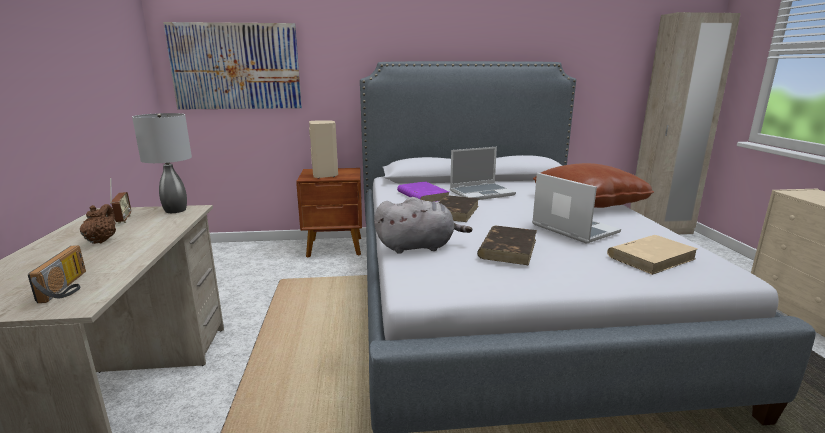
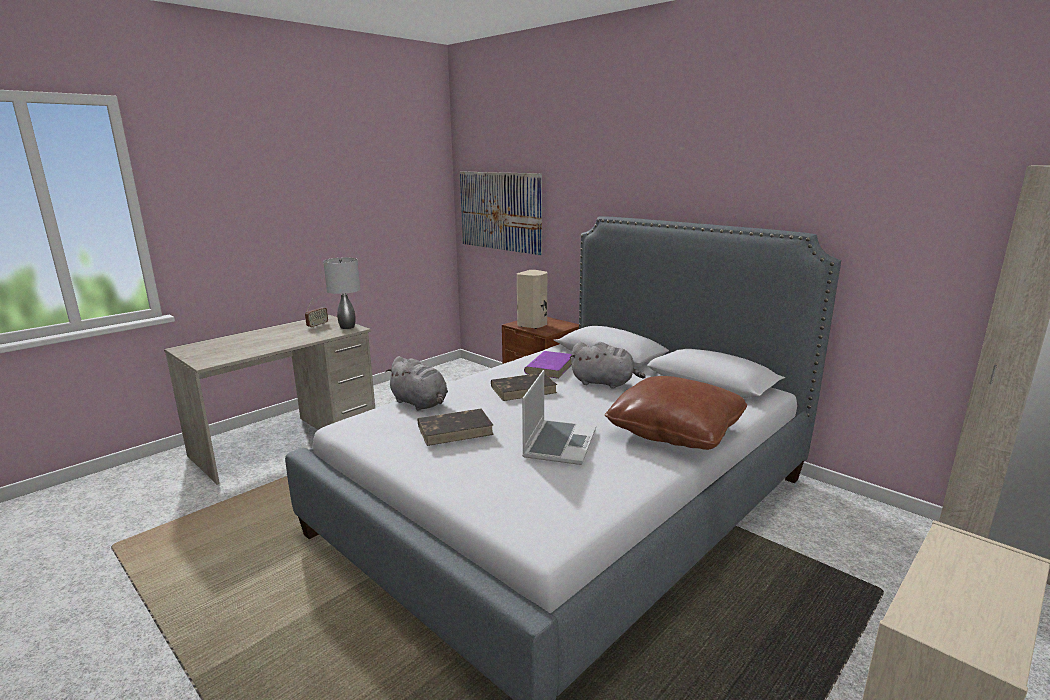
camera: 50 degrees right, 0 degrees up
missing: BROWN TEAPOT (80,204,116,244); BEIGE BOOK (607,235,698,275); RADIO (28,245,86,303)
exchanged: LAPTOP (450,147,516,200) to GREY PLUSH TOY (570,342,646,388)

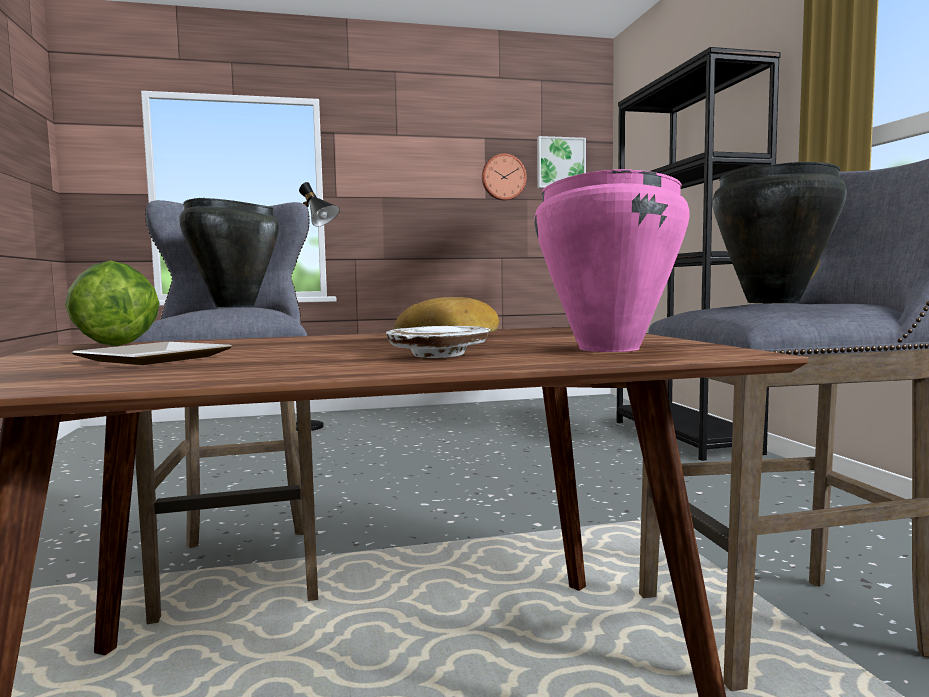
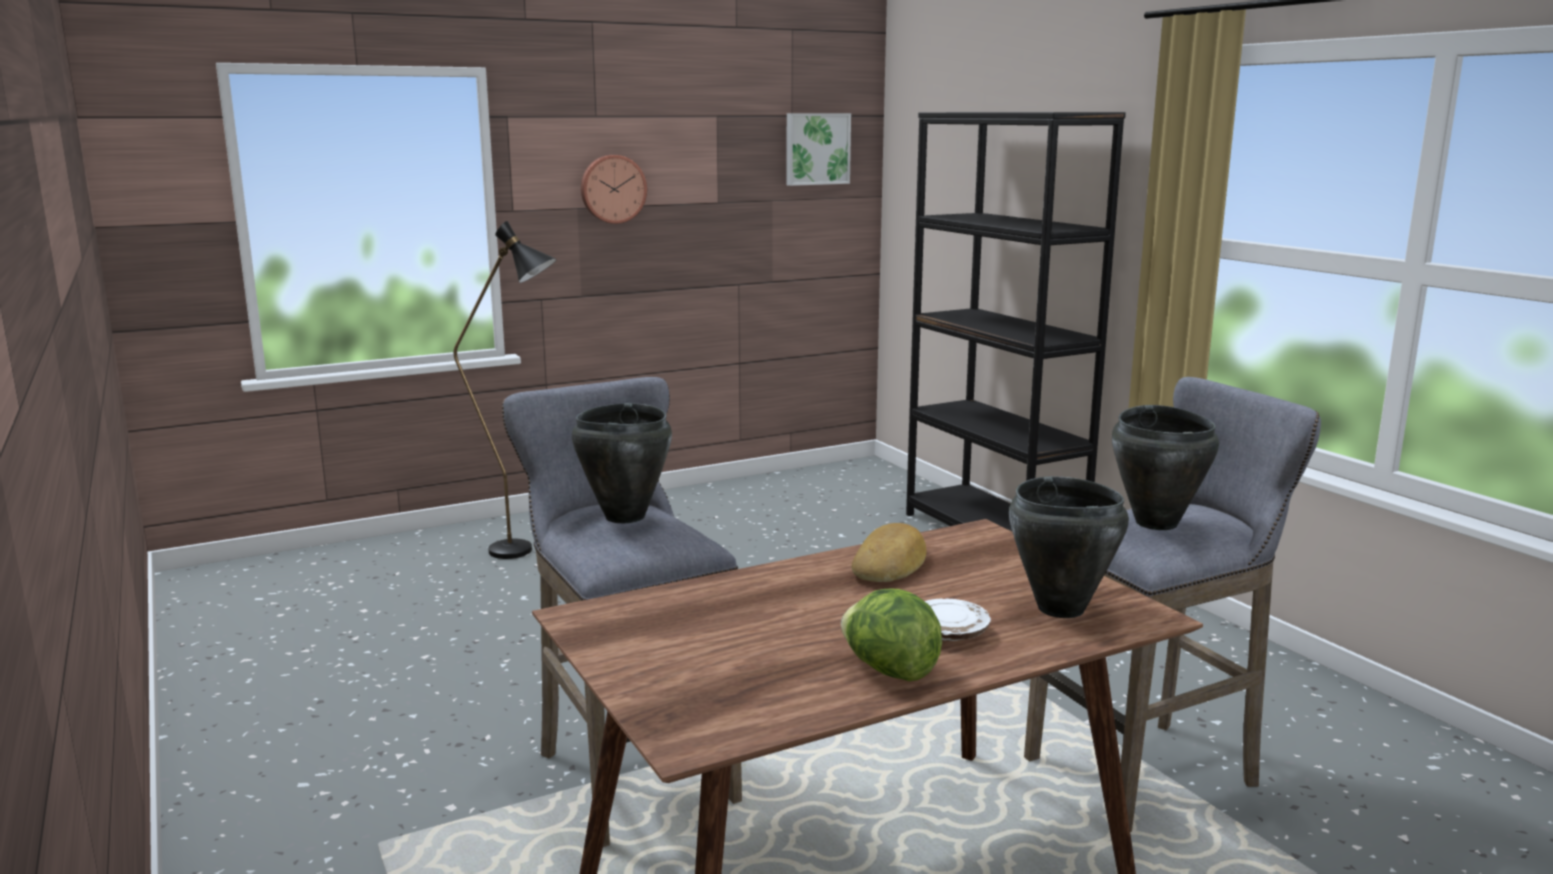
camera: 15 degrees left, 10 degrees up
missing: PLATE (71,342,232,365)
relocated: WALL CLOCK (482,153,527,200) to (581,155,647,224); LETTUCE (65,260,160,346) to (841,588,942,681)
colour: PINK COOKING POT (535,169,689,352) to BLACK COOKING POT (1009,476,1129,618)

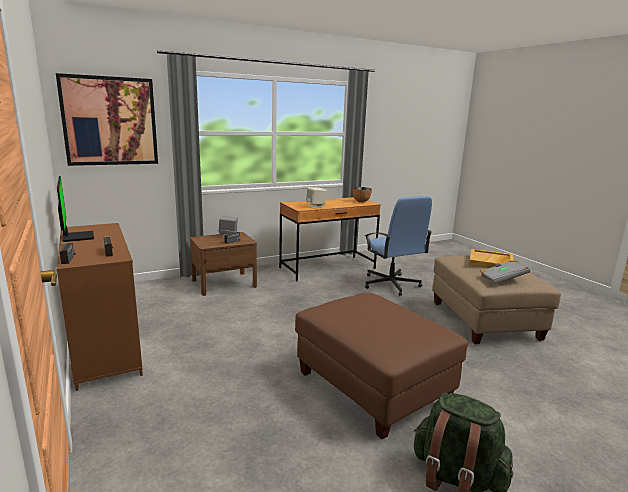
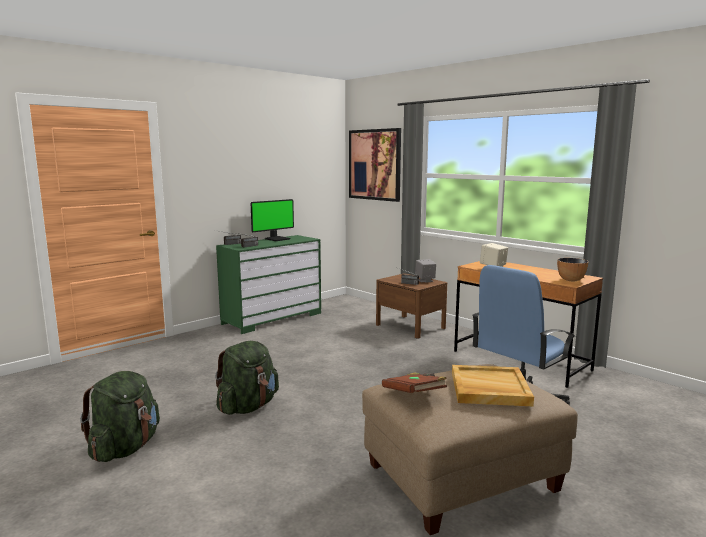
camera: 75 degrees right, 5 degrees down
exchanged: BROWN OTTOMAN (295,293,468,439) to GREEN BACKPACK (215,341,279,415)
colour: BROWN DRESSER (57,223,143,391) to GREEN DRESSER (216,235,321,334); GREY BOOK (480,259,530,284) to BROWN BOOK (382,373,447,393)

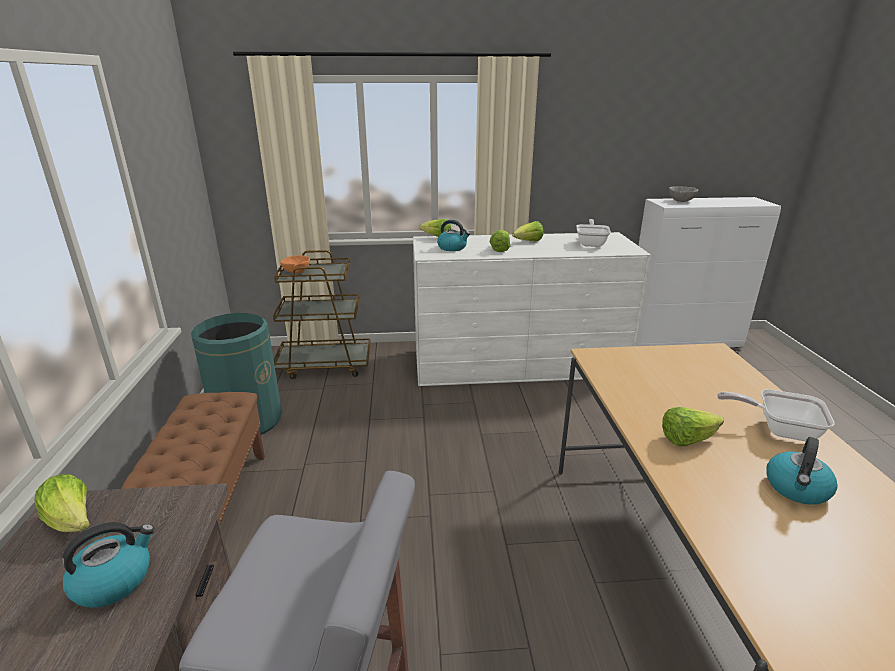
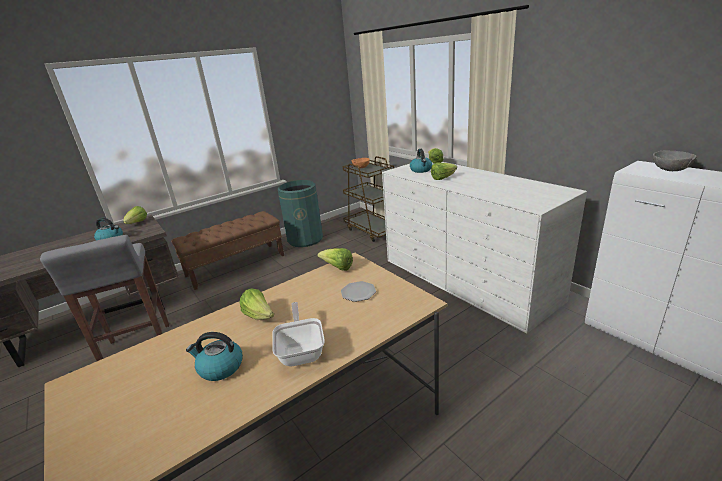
camera: 60 degrees right, 0 degrees up
missing: FRYING PAN (576,219,611,247)
appeared: PLATE (341,281,376,302)
relocated: LETTUCE (512,221,543,241) to (317,248,353,271)

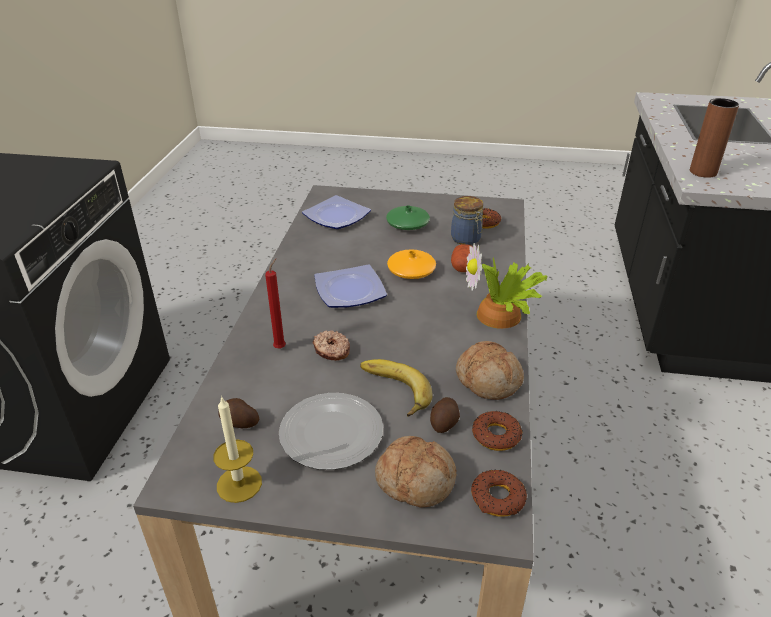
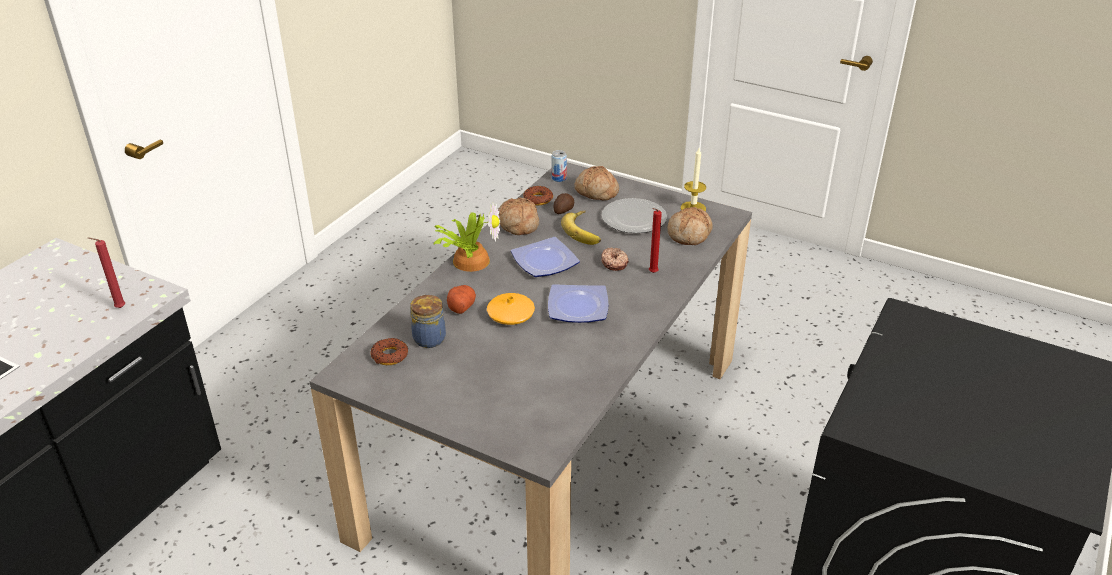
camera: 160 degrees left, 0 degrees up
missing: GREEN VASE (386,205,430,230)
relocated: PLATE (302,195,371,229) to (511,237,580,277)
exchanged: BROWN VASE (690,98,739,178) to RED CANDLE (88,238,125,308); POTATO (218,398,260,428) to BREAD (667,207,713,245); DONUT (471,470,527,517) to CAN (552,150,567,182)

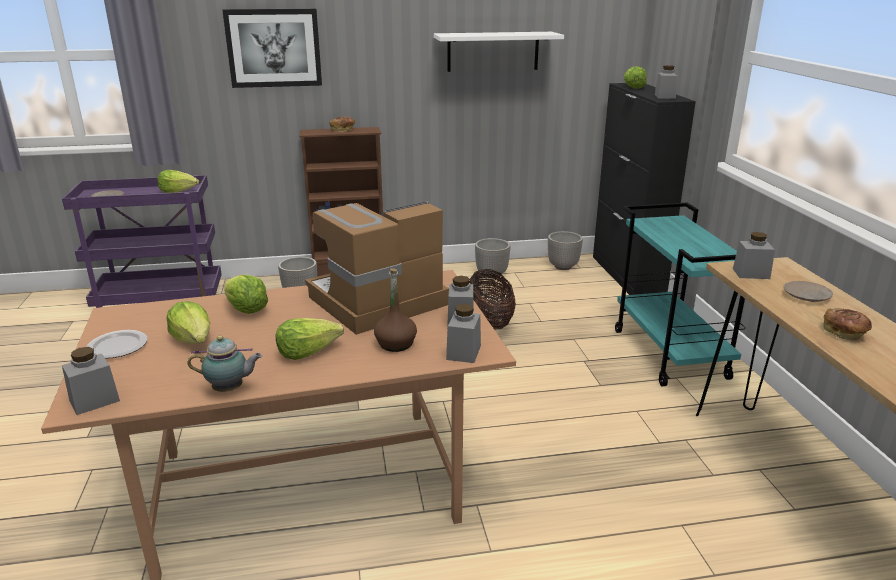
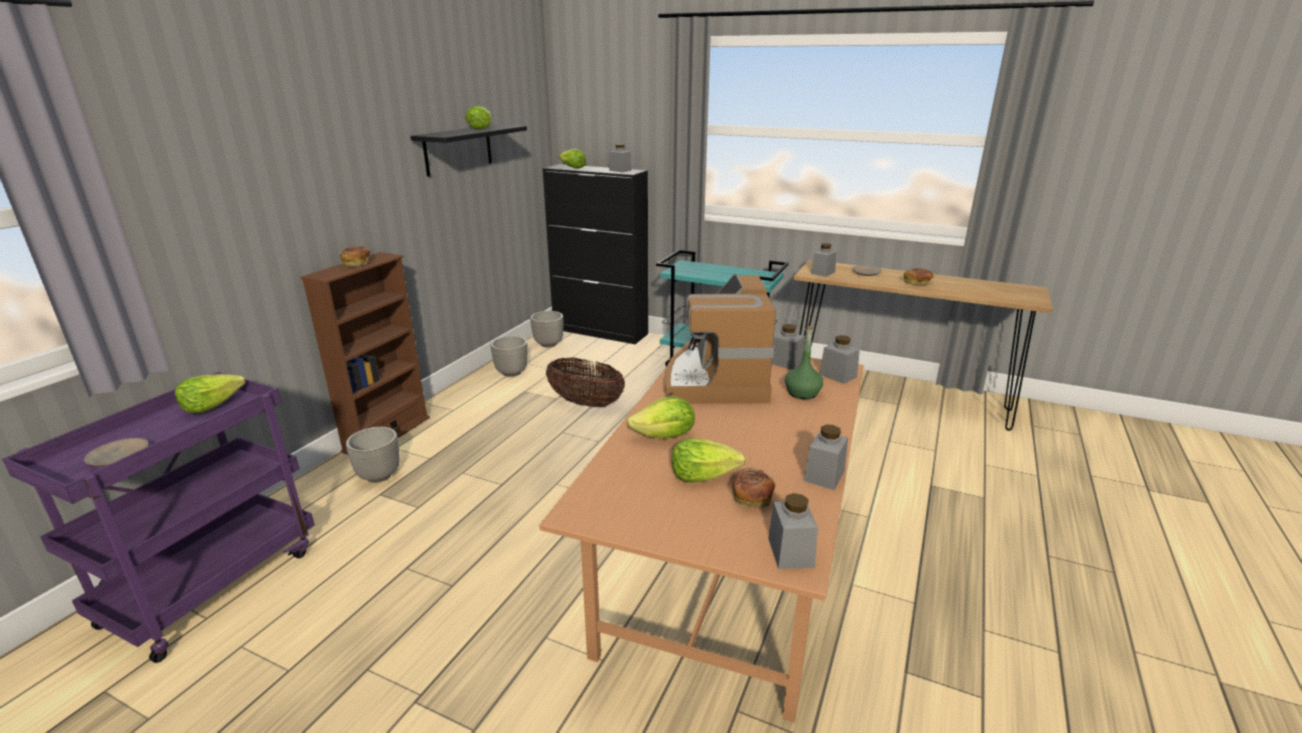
camera: 55 degrees left, 0 degrees up
missing: PICTURE (222,9,322,88); PLATE (86,330,148,359)
appeared: BREAD (732,467,775,509)
relocated: LETTUCE (276,318,344,360) to (465,106,492,130)
exchanged: TEAPOT (187,335,262,392) to GREY JAR (804,424,848,490)
colour: WHITE SHELF (434,32,564,72) to BLACK SHELF (410,125,527,177); BROWN BOTTLE (374,268,417,352) to GREEN BOTTLE (785,326,823,400)

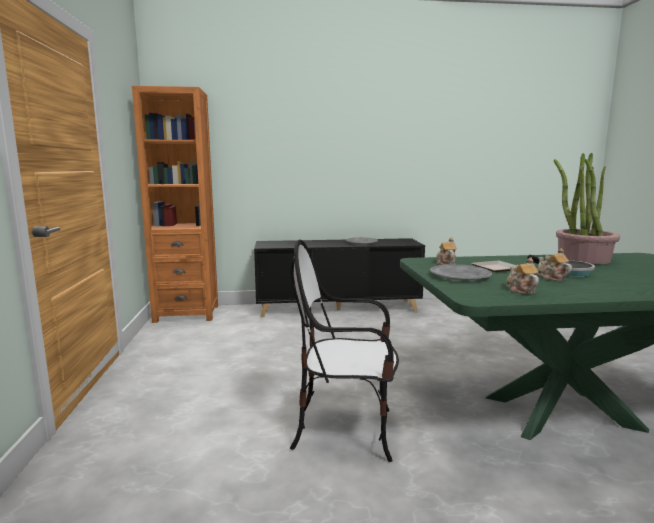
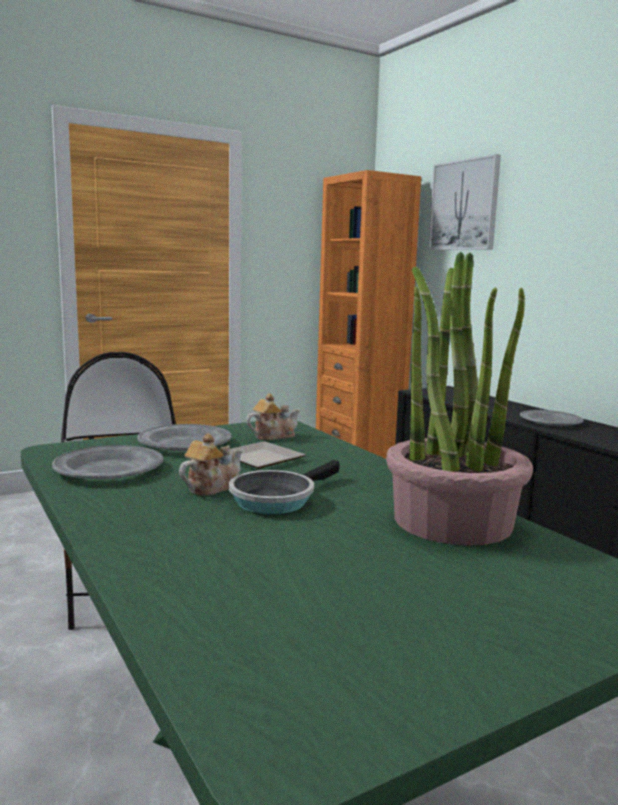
camera: 65 degrees right, 0 degrees up
appeared: PICTURE (428,154,501,250)
exchanged: TEAPOT (507,257,539,294) to GREY PLATE (52,445,163,479)

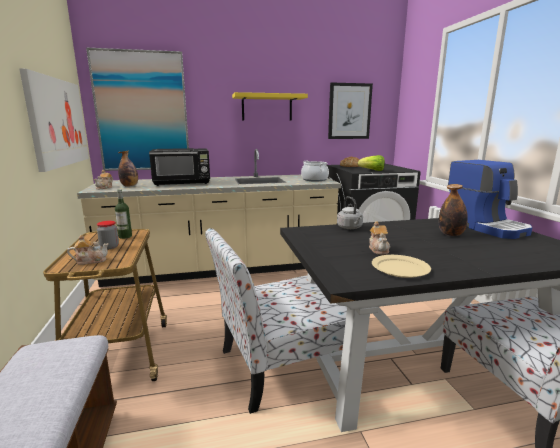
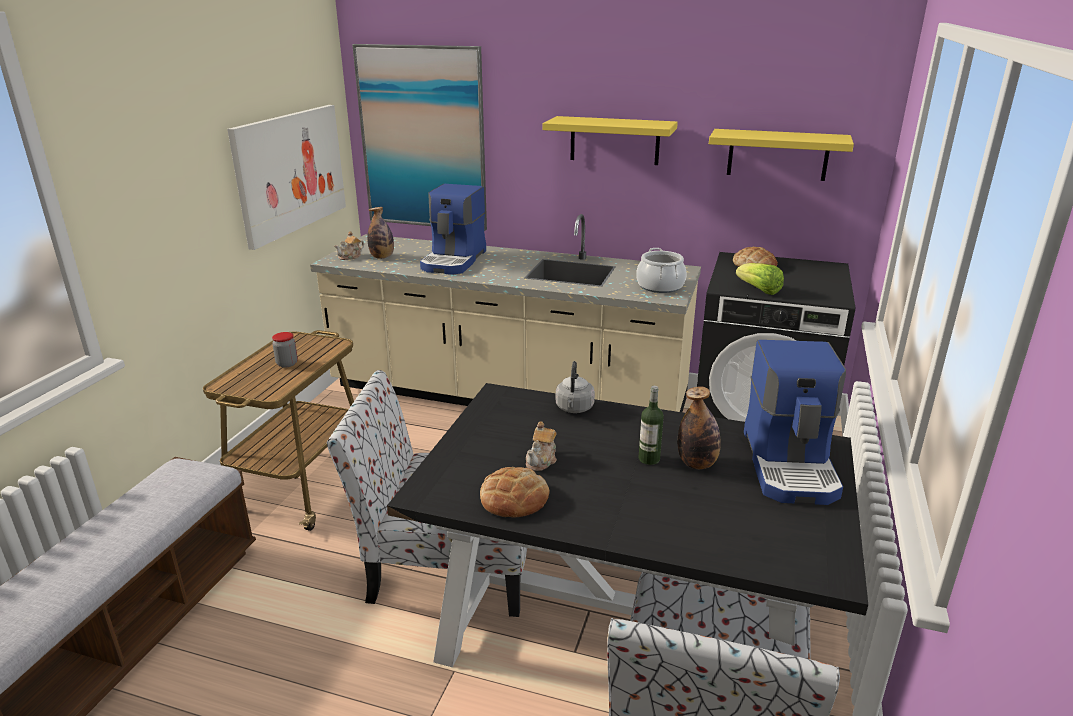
camera: 30 degrees right, 10 degrees up
missing: TEAPOT (67,235,109,265)
relocated: BOTTLE (115,189,132,239) to (639,386,664,465)
exchanged: PICTURE (328,82,373,139) to YELLOW SHELF (709,129,854,181); BLACK MICROWAVE (149,148,210,186) to COFFEE MACHINE (420,184,486,275); BEIGE PLATE (372,255,431,278) to BREAD (480,467,549,517)

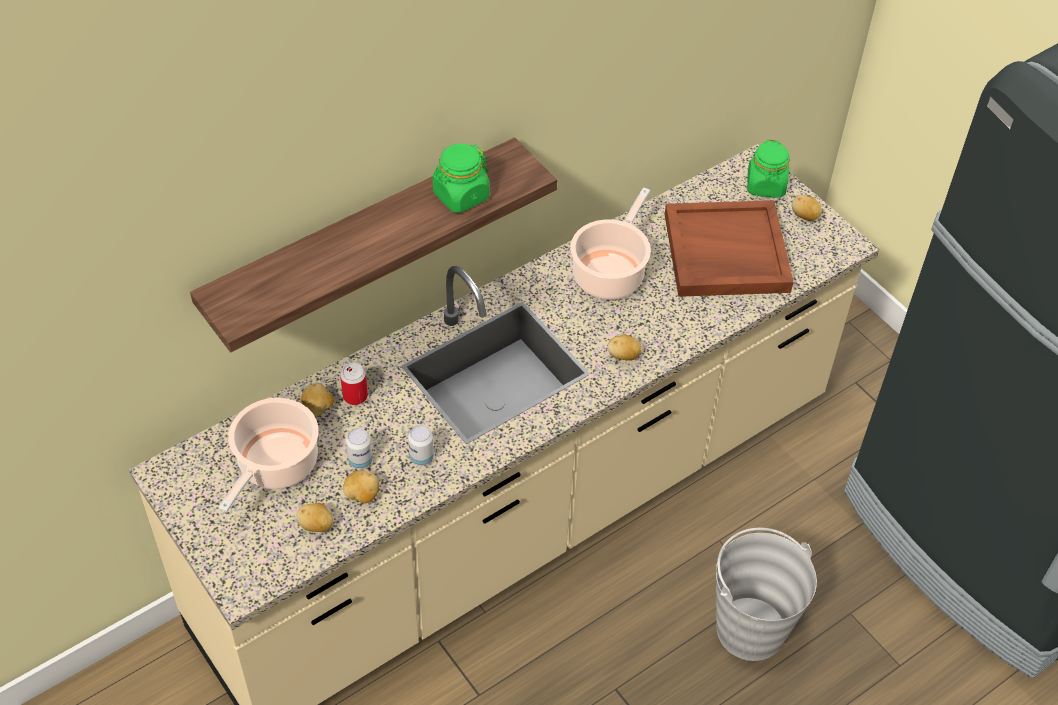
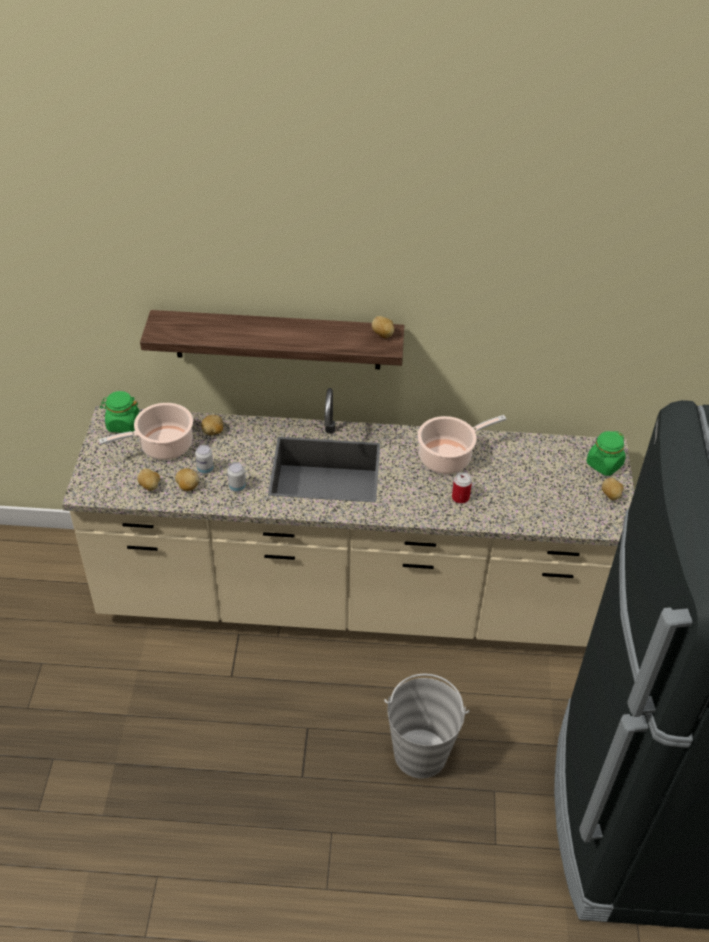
camera: 40 degrees right, 5 degrees down
missing: BROWN TRAY (665,200,793,297)
relocated: GREEN JAR (432,144,490,213) to (100,391,141,433); POTATO (608,335,642,360) to (372,316,394,338); CAN (340,363,368,405) to (452,472,472,504)

